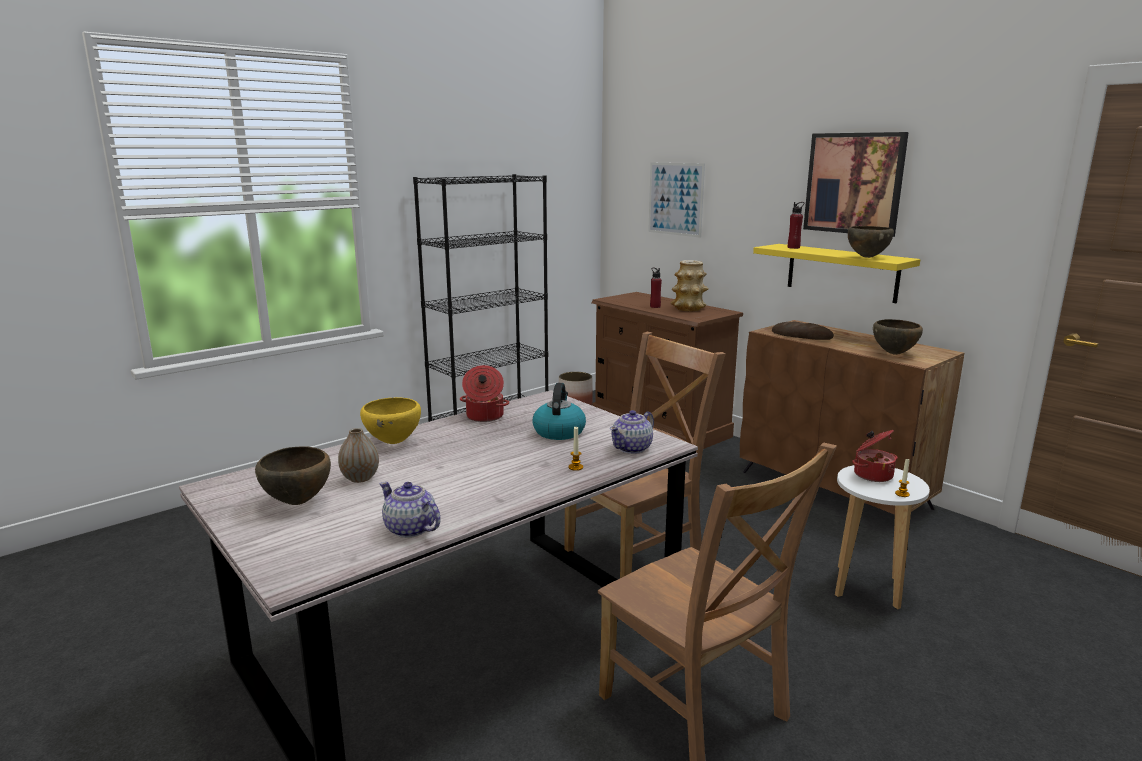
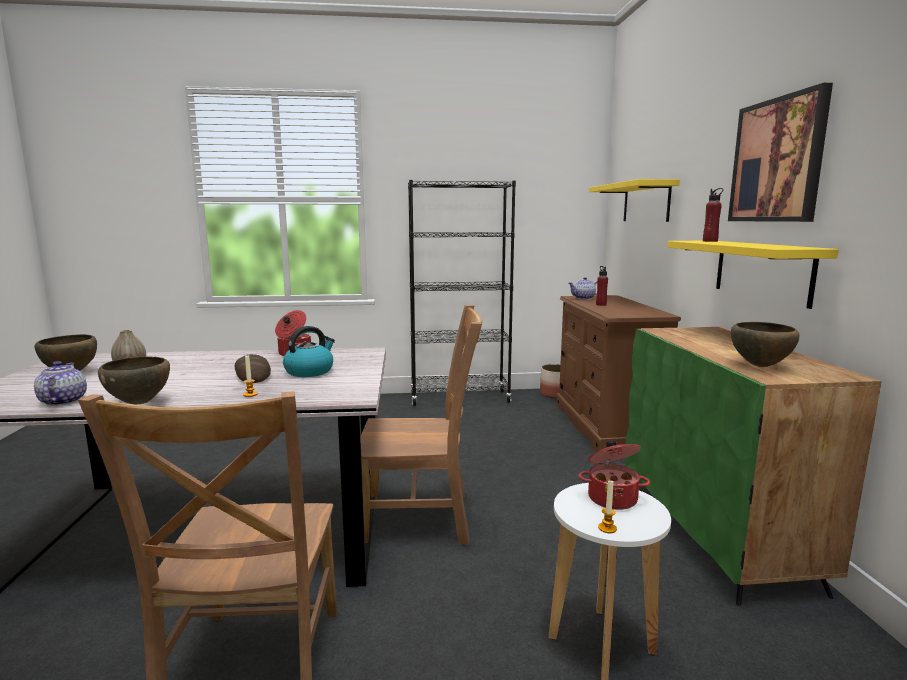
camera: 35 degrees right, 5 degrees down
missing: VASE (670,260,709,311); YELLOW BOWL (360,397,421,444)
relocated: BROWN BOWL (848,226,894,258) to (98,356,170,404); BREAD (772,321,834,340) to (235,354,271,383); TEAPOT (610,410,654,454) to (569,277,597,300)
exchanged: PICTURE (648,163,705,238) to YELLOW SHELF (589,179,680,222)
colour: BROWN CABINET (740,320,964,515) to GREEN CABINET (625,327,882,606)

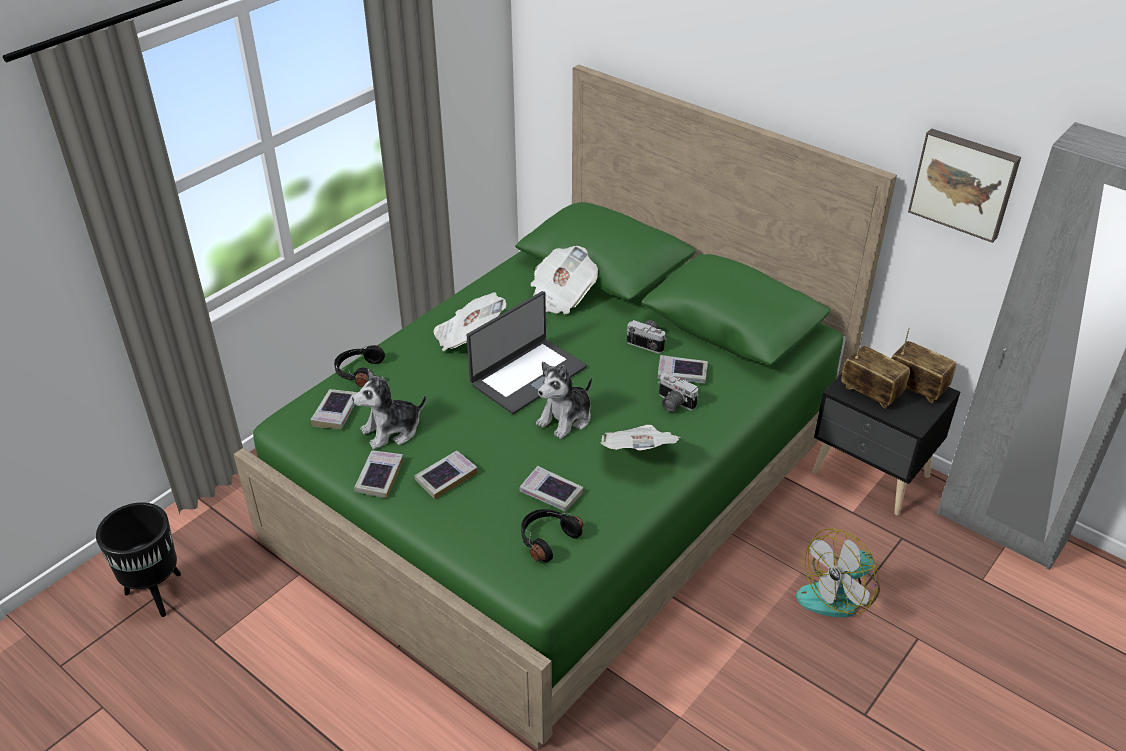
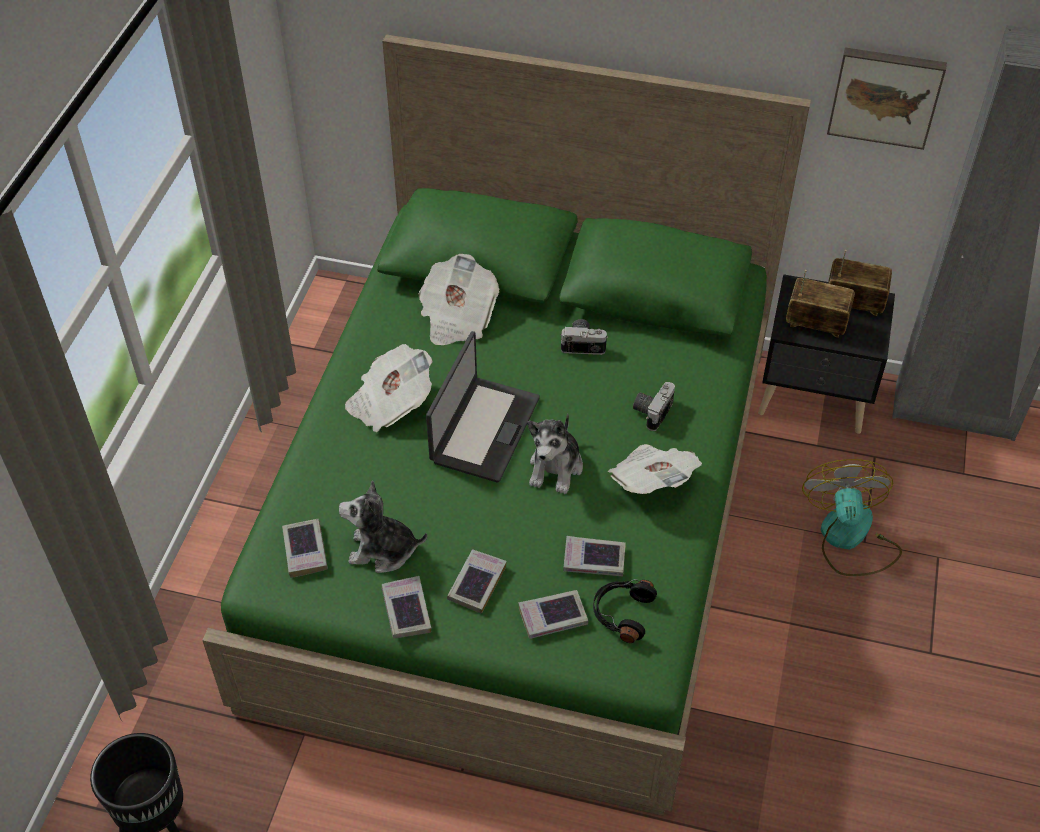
camera: 25 degrees left, 10 degrees up
missing: BLACK HEADPHONES (334,345,385,387)
relocated: BOOK (657,355,708,384) to (518,590,588,639)
spun: PLUSH TOY (352,369,426,449) = (339,480,427,573) 60 degrees clockwise; PHOTO CAMERA (658,373,699,412) = (633,382,675,431) 105 degrees clockwise; FAN (796,528,880,617) = (802,459,902,576) 150 degrees clockwise

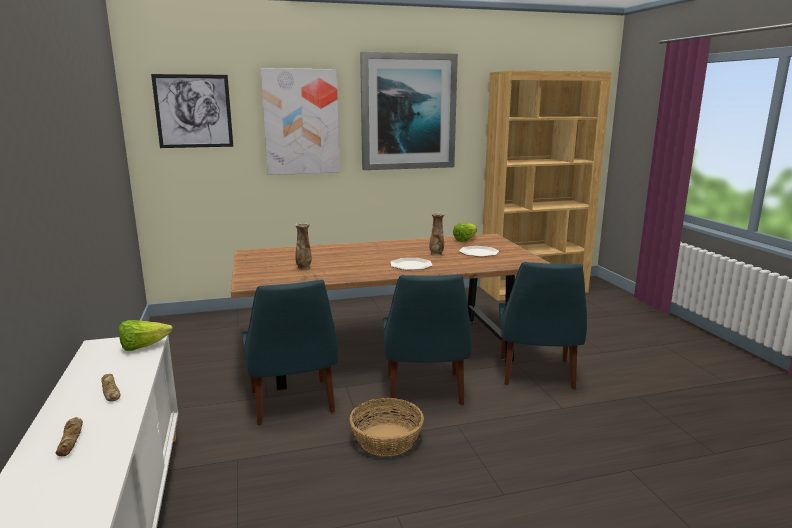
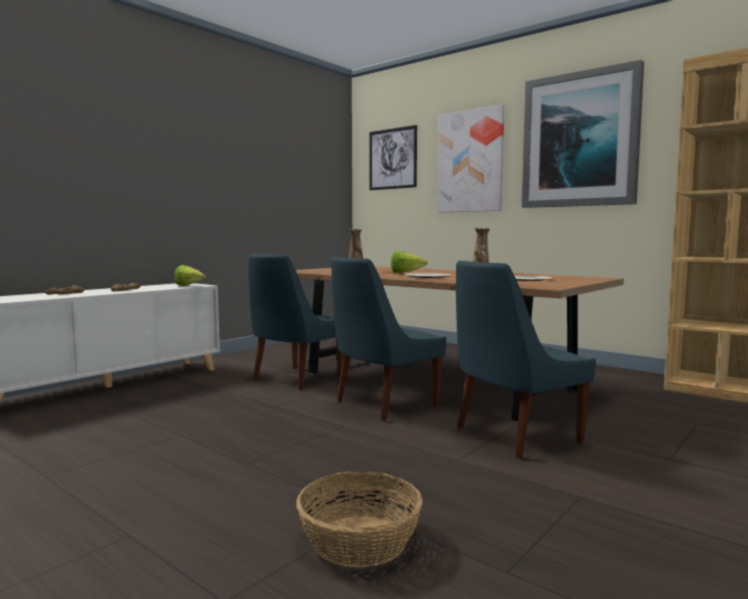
camera: 55 degrees right, 10 degrees down
relocated: LETTUCE (453,223,477,242) to (391,251,428,274); BASKET (350,398,424,456) to (296,471,423,567)

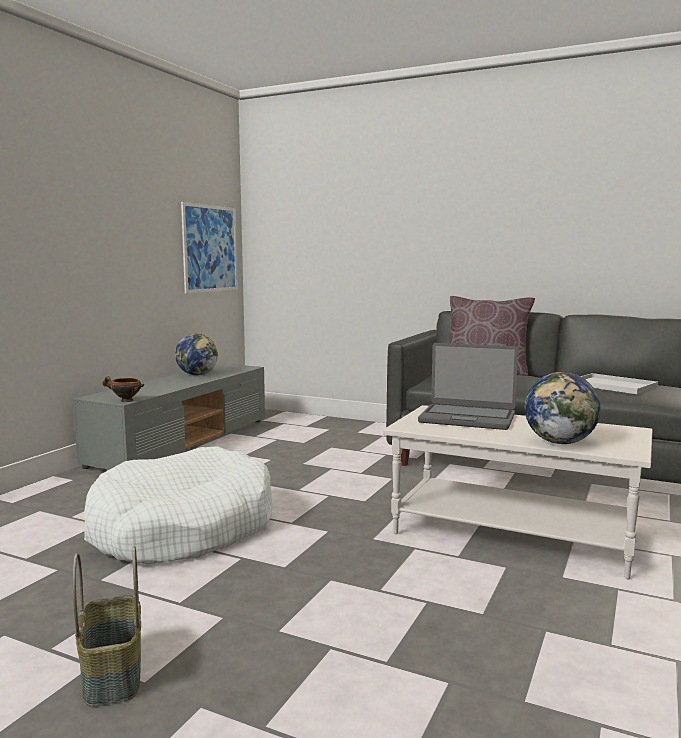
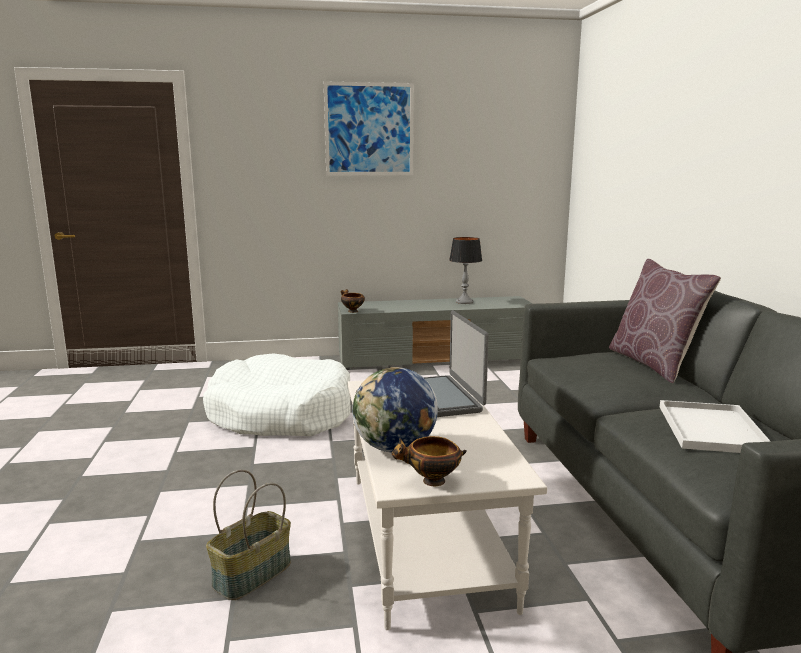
camera: 55 degrees right, 5 degrees up
appeared: BOWL (391,436,467,486)
relocated: PICTURE (181,202,238,293) to (324,81,414,176); BASKET (73,546,141,707) to (206,469,291,600)
exchanged: GLOBE (175,334,218,375) to TABLE LAMP (449,237,482,304)

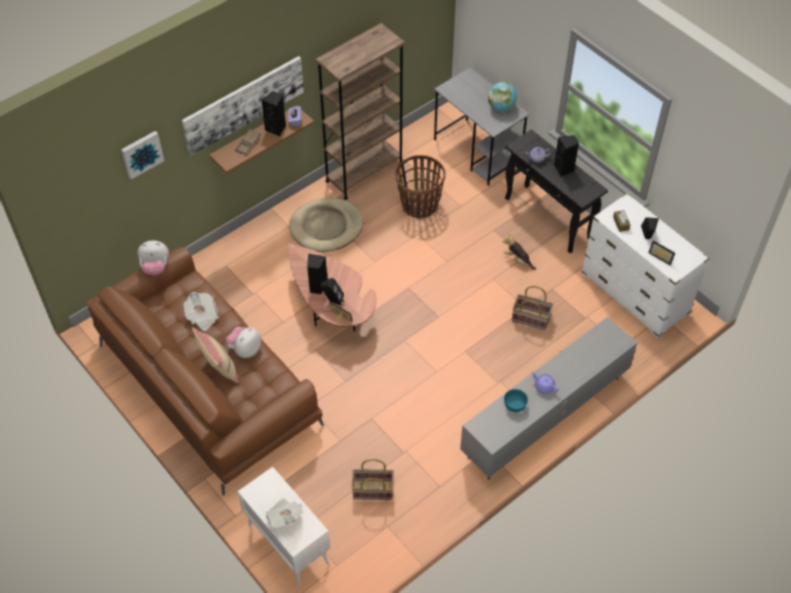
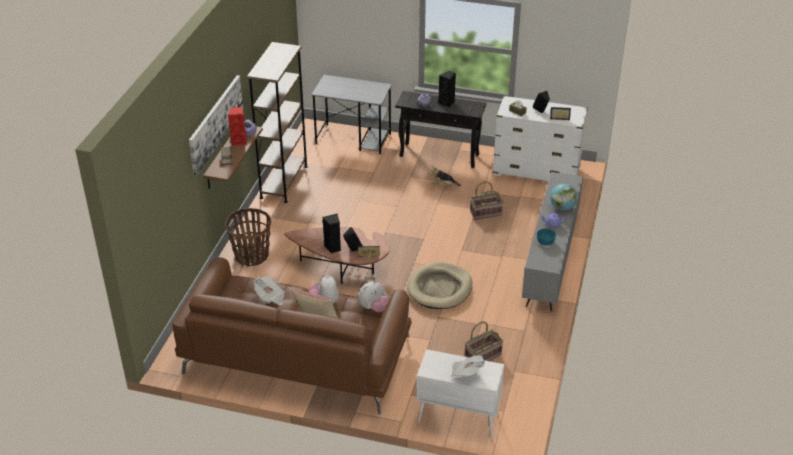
camera: 35 degrees left, 15 degrees down
missing: PICTURE (121,131,164,179)
relocated: GLOBE (488,82,517,112) to (550,183,577,210); BASKET (395,155,446,218) to (225,208,271,266); BEIGE DOG BED (289,198,363,252) to (407,262,472,309); PLUSH TOY (137,240,169,275) to (358,281,389,312)
colour: BLACK SPEAKER (261,91,286,136) to RED SPEAKER (228,107,247,146)

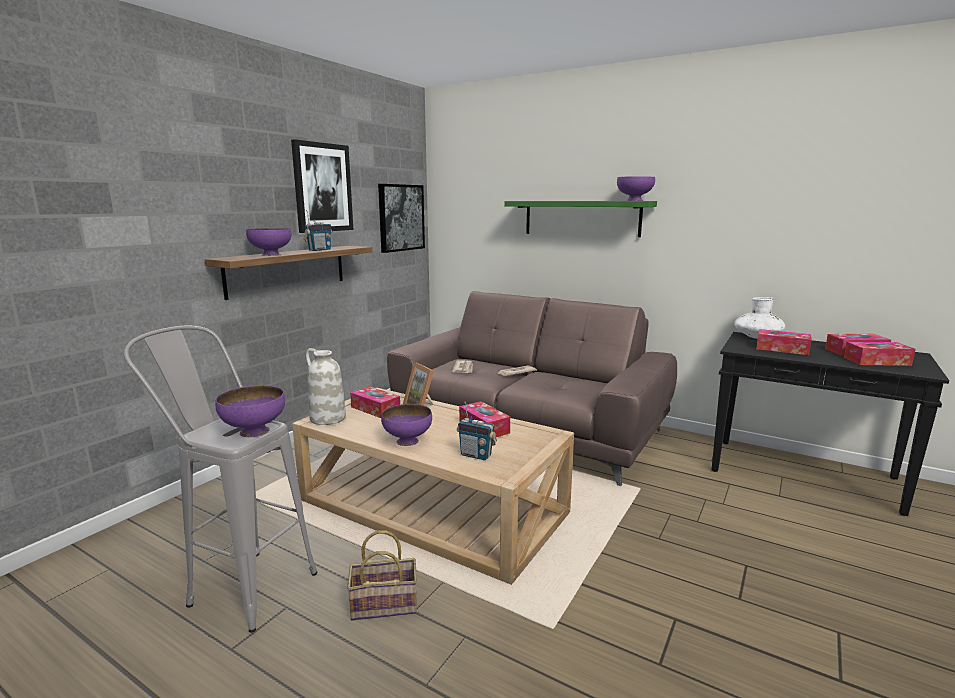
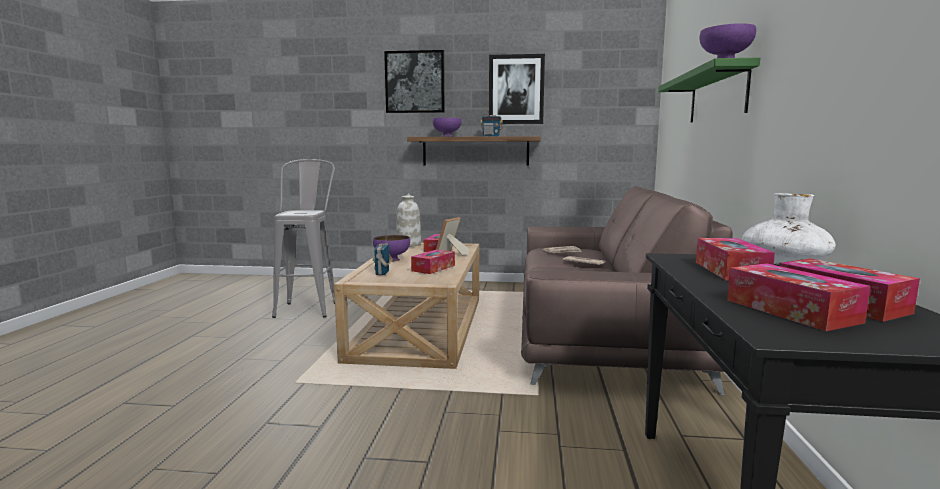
camera: 65 degrees right, 5 degrees down
missing: PURPLE BOWL (215,385,285,437); BASKET (347,530,417,621)
relocated: PICTURE (378,184,425,253) to (384,50,445,113)

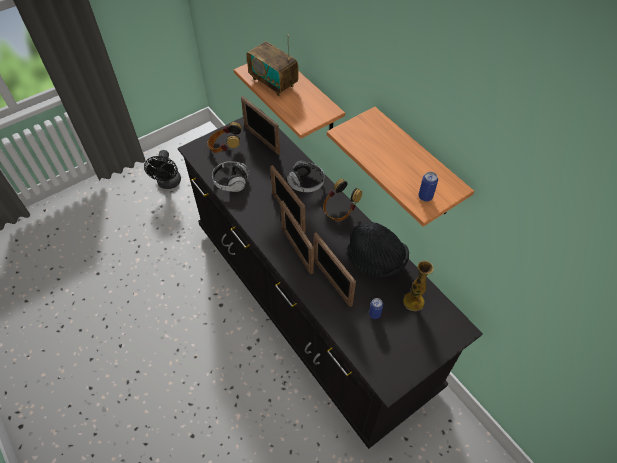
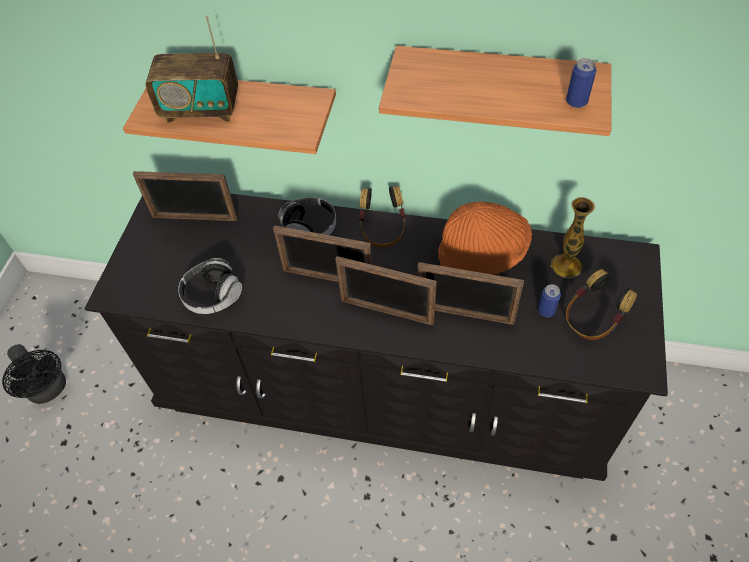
camera: 40 degrees left, 0 degrees up
relocated: HEADPHONES (207,122,242,153) to (566,269,637,340)
colour: BLACK HAT (347,222,409,278) to ORANGE HAT (438,201,532,275)

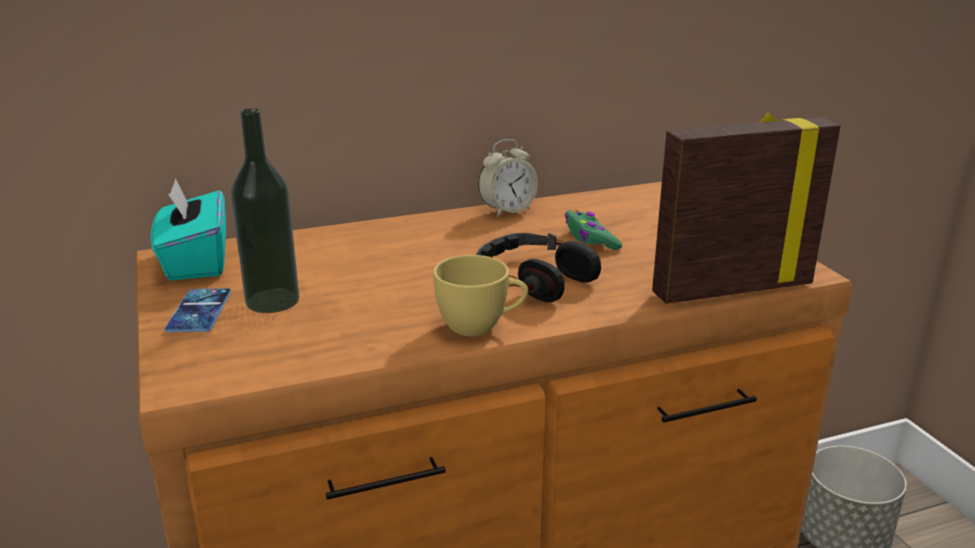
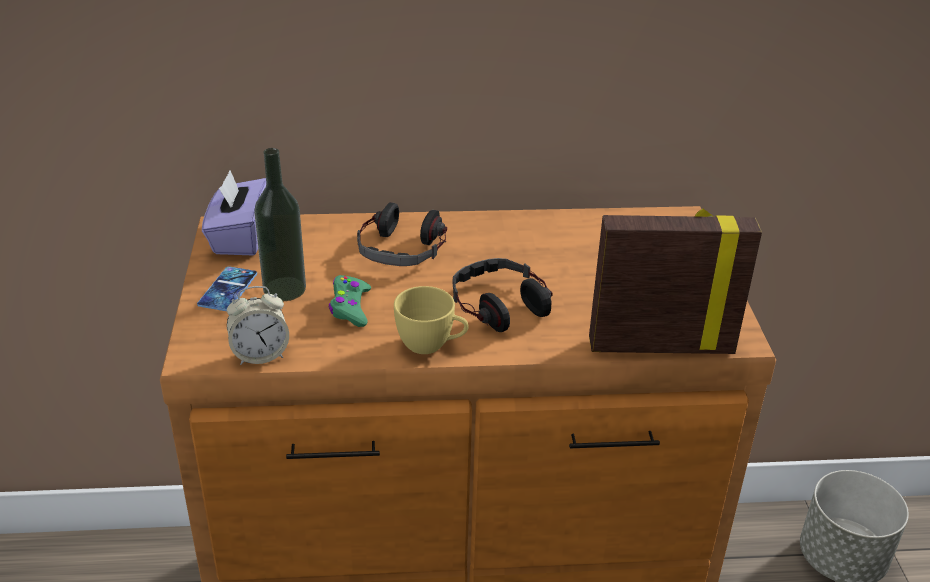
camera: 15 degrees right, 10 degrees up
appeared: HEADPHONES (357,202,447,266)
relocated: ALARM CLOCK (478,139,538,217) to (227,286,289,365); GREEN GAME CONTROLLER (565,210,622,250) to (329,275,371,327)
colour: TURQUOISE TISSUE BOX (151,179,226,281) to PURPLE TISSUE BOX (202,170,266,256)

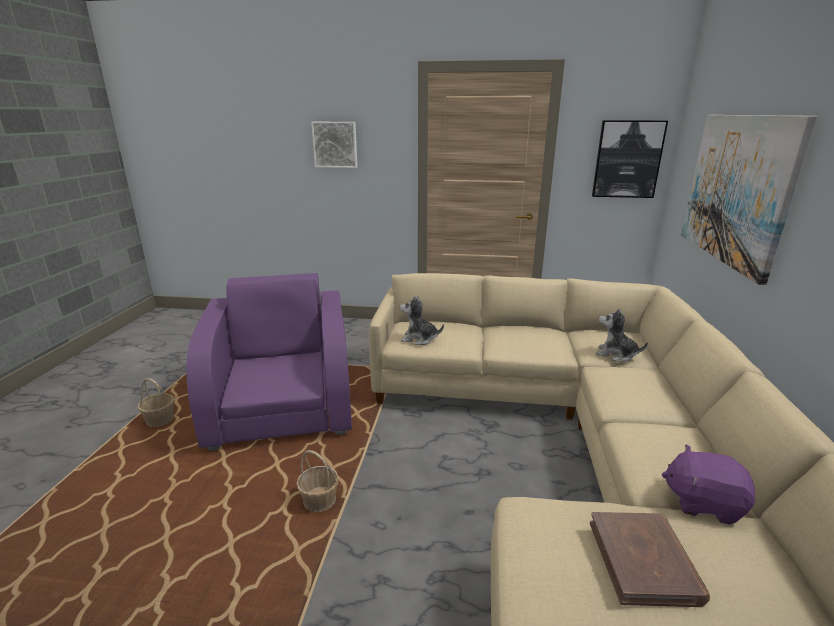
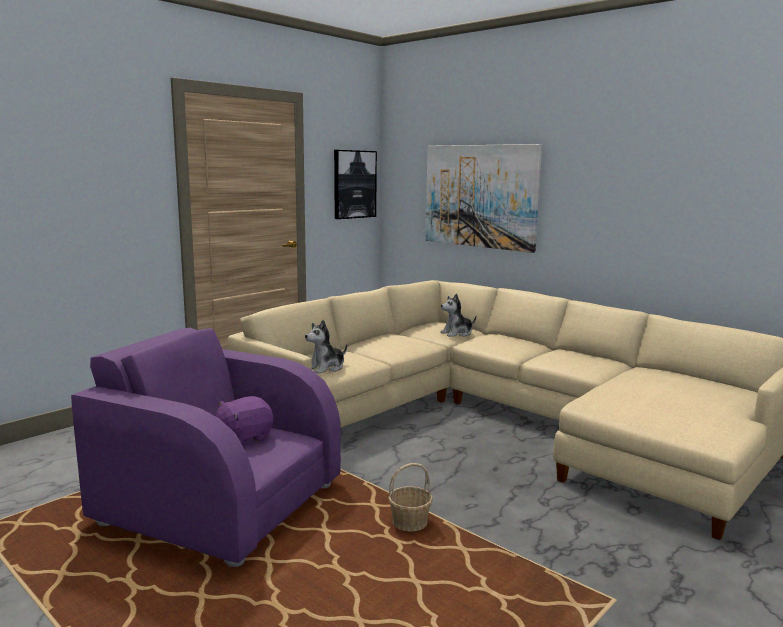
camera: 55 degrees left, 10 degrees down
missing: PICTURE (311,122,358,168); BASKET (138,378,174,427); BROWN BOOK (590,512,710,607)
relocated: PURPLE PLUSH TOY (662,444,755,524) to (216,396,273,446)

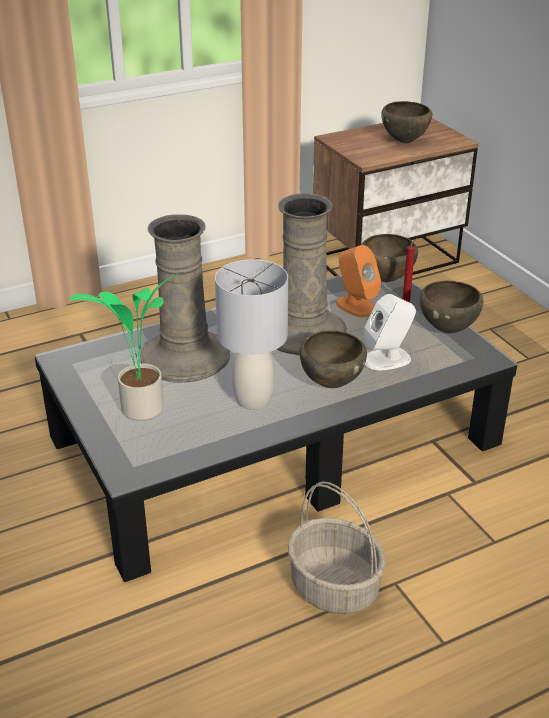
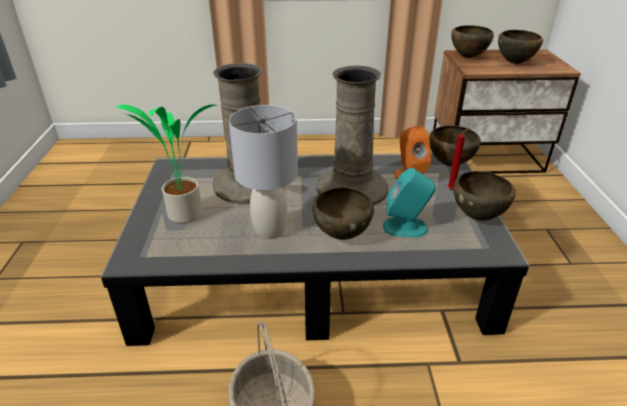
camera: 25 degrees right, 0 degrees up
appeared: BROWN BOWL (451,25,494,58)
colour: WHITE SPEAKER (364,294,416,371) to TURQUOISE SPEAKER (383,168,436,237)

